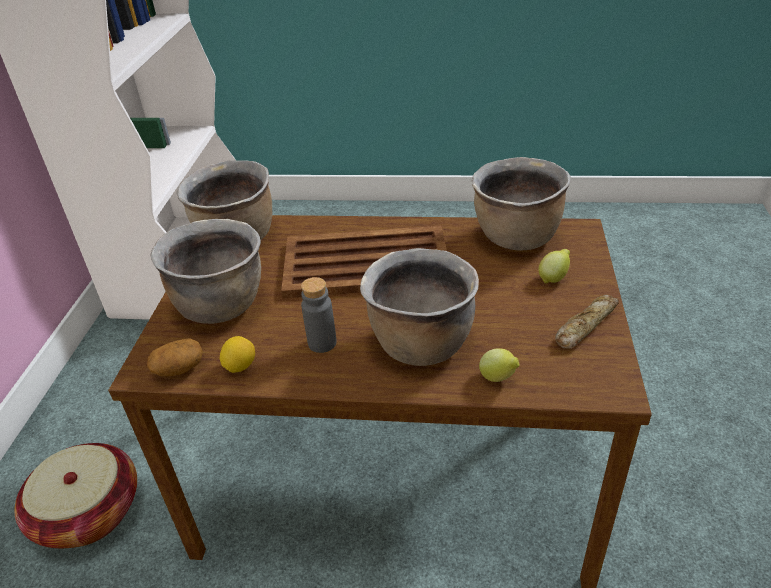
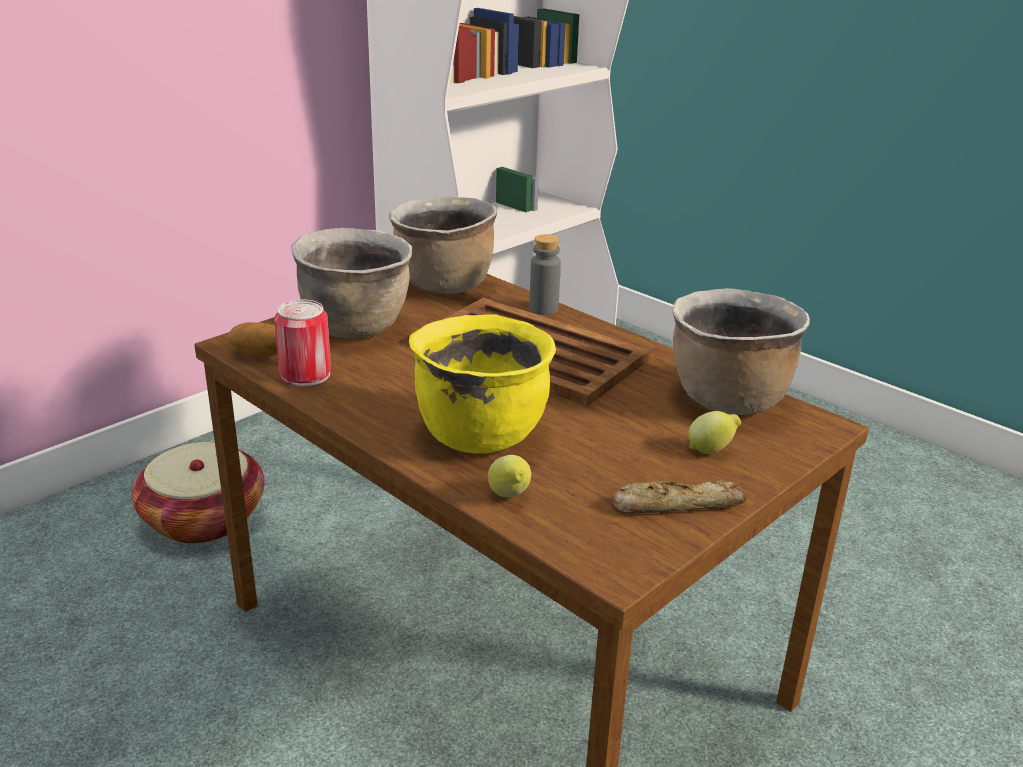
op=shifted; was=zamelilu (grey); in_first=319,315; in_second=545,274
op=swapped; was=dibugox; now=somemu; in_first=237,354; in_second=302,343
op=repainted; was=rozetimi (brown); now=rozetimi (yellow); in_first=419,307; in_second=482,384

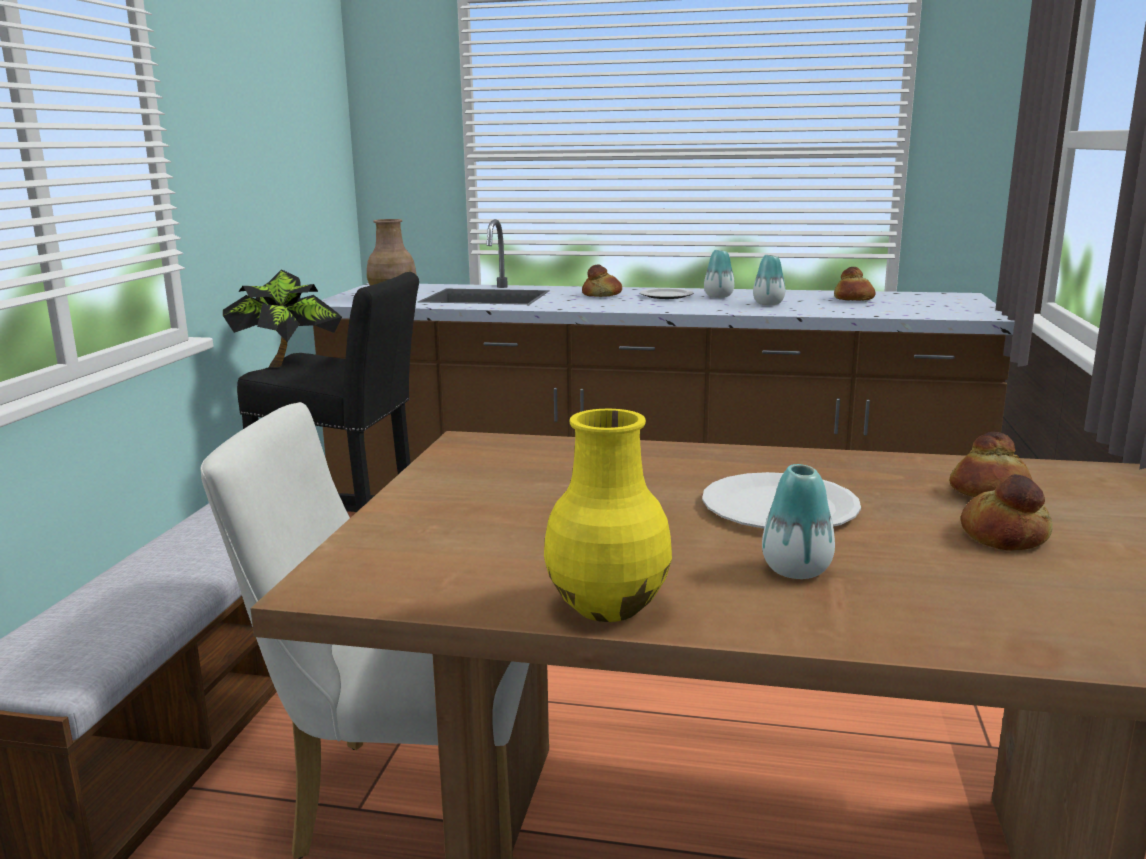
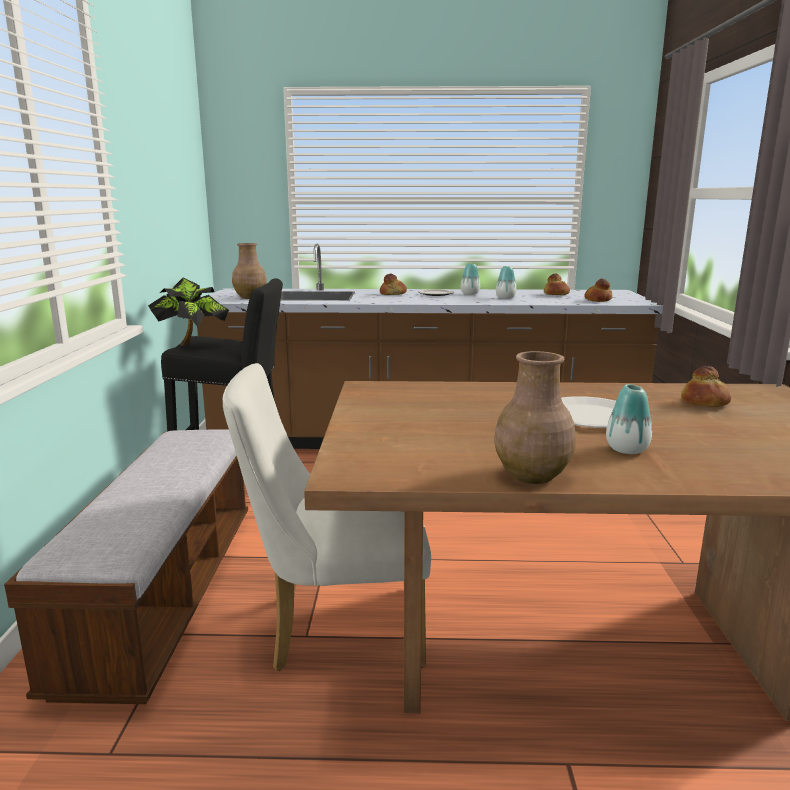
op=shifted; was=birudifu; in_first=1007,512; in_second=599,290
op=repainted; was=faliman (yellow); now=faliman (brown); in_first=608,515; in_second=535,417

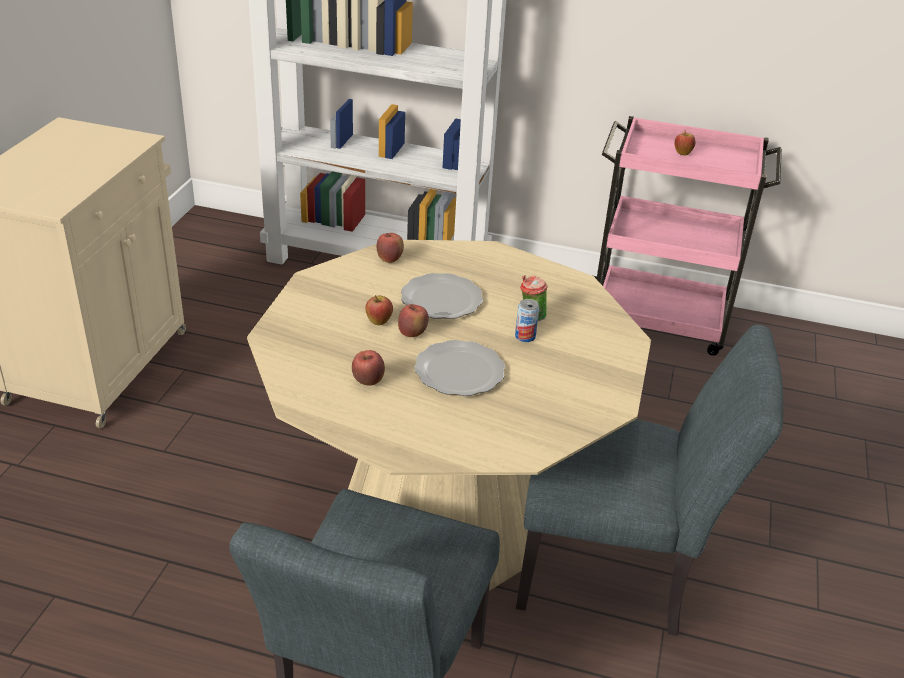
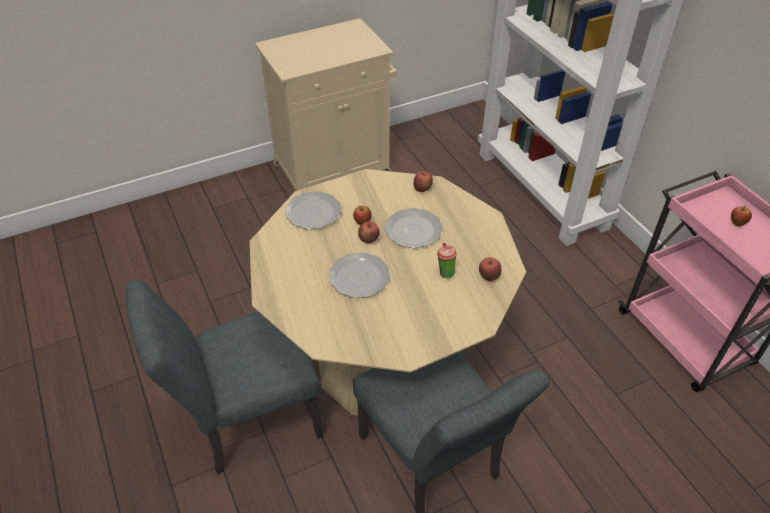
op=gone; was=somemu; in_first=527,320
op=new; now=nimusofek; in_second=313,210
op=shifted; was=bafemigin; in_first=368,367; in_second=490,269

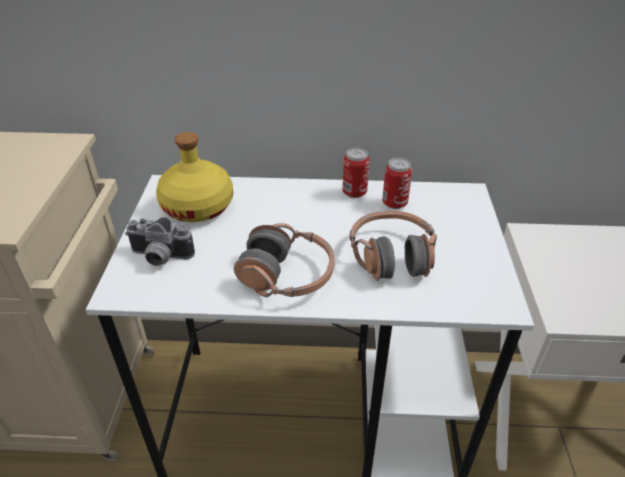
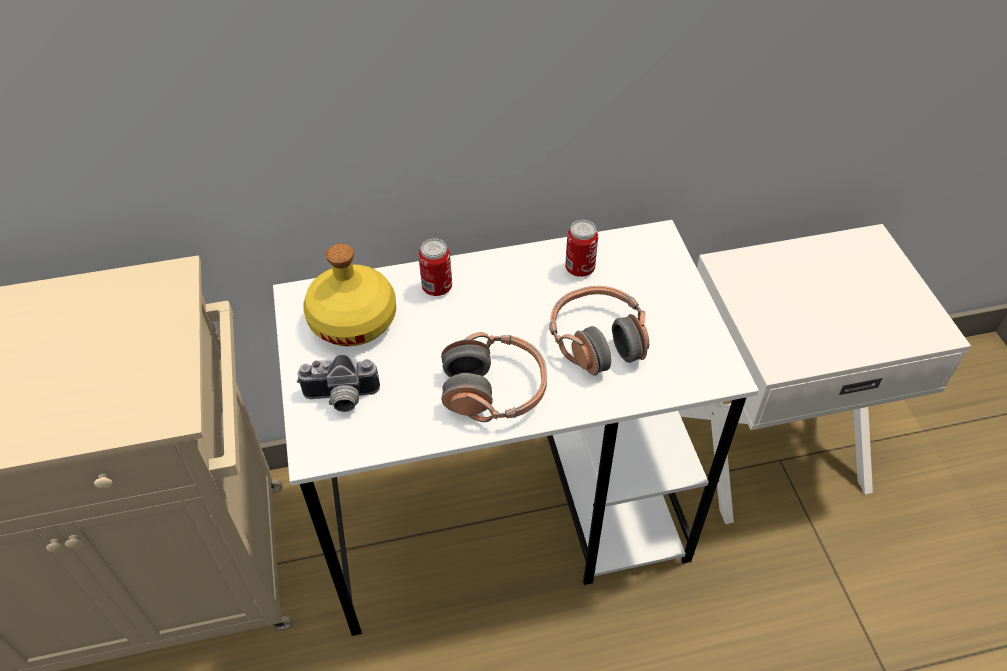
op=shifted; was=somemu; in_first=356,172; in_second=435,267

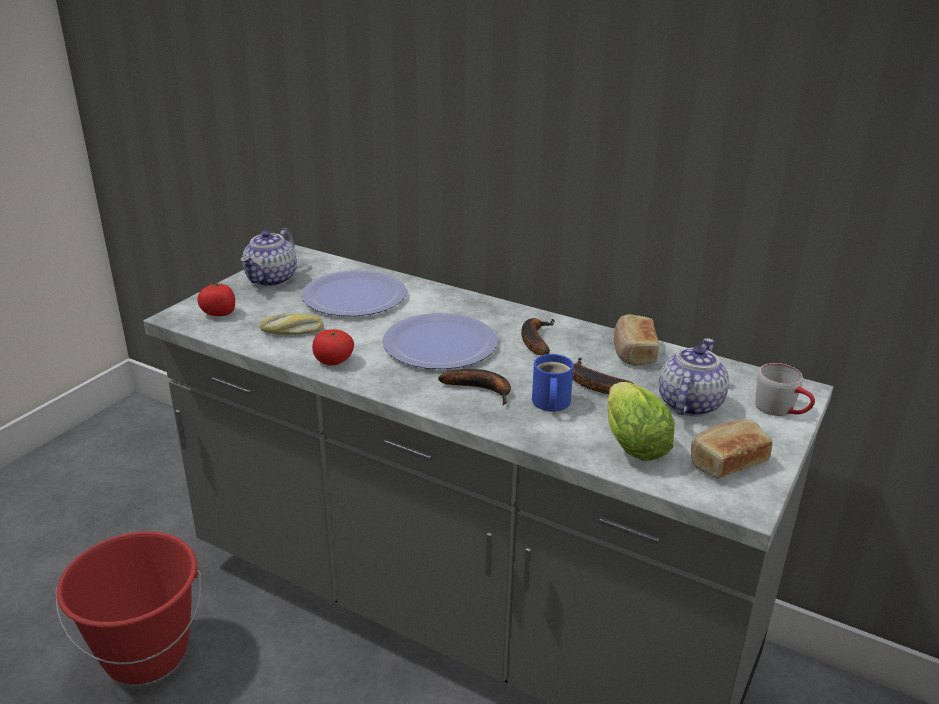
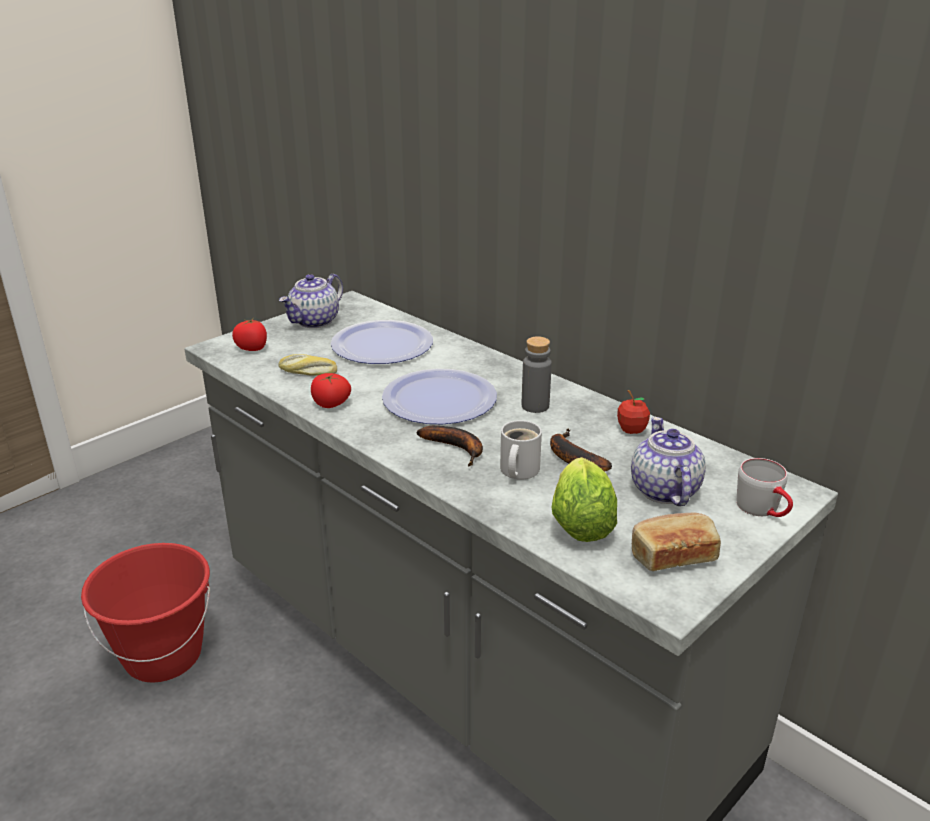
op=swapped; was=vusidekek; now=zamelilu (grey); in_first=537,336; in_second=537,374
op=swapped; was=birudifu; now=bafemigin; in_first=636,340; in_second=633,412
op=repainted; was=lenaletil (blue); now=lenaletil (white); in_first=553,383; in_second=521,450
op=rotated; was=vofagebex; in_first=694,377; in_second=668,461; clockwise=-45

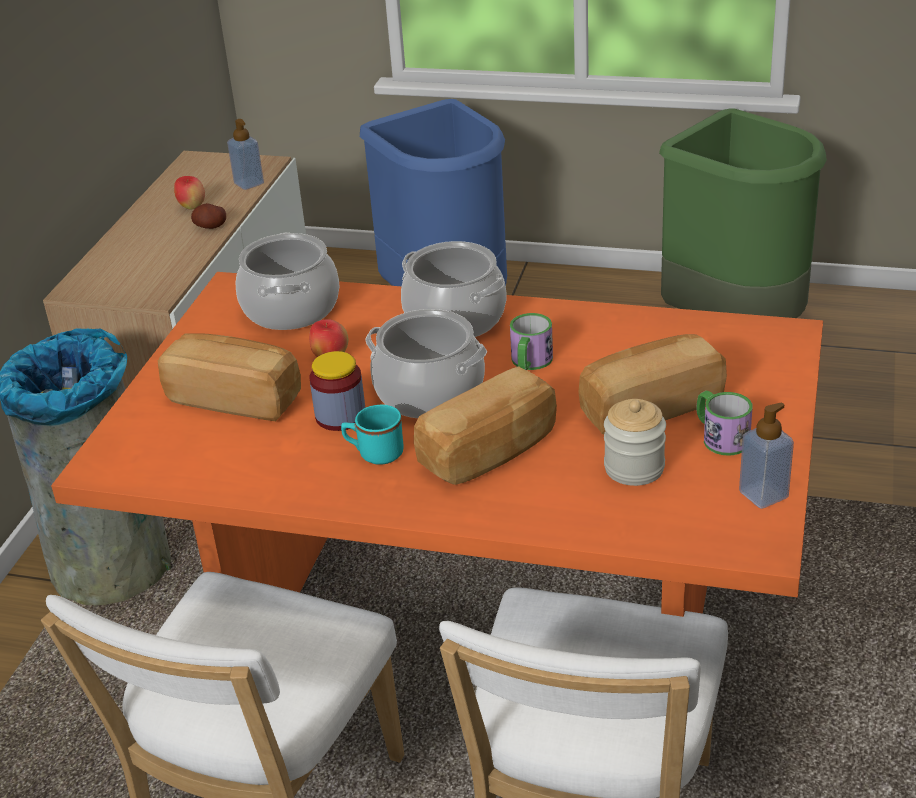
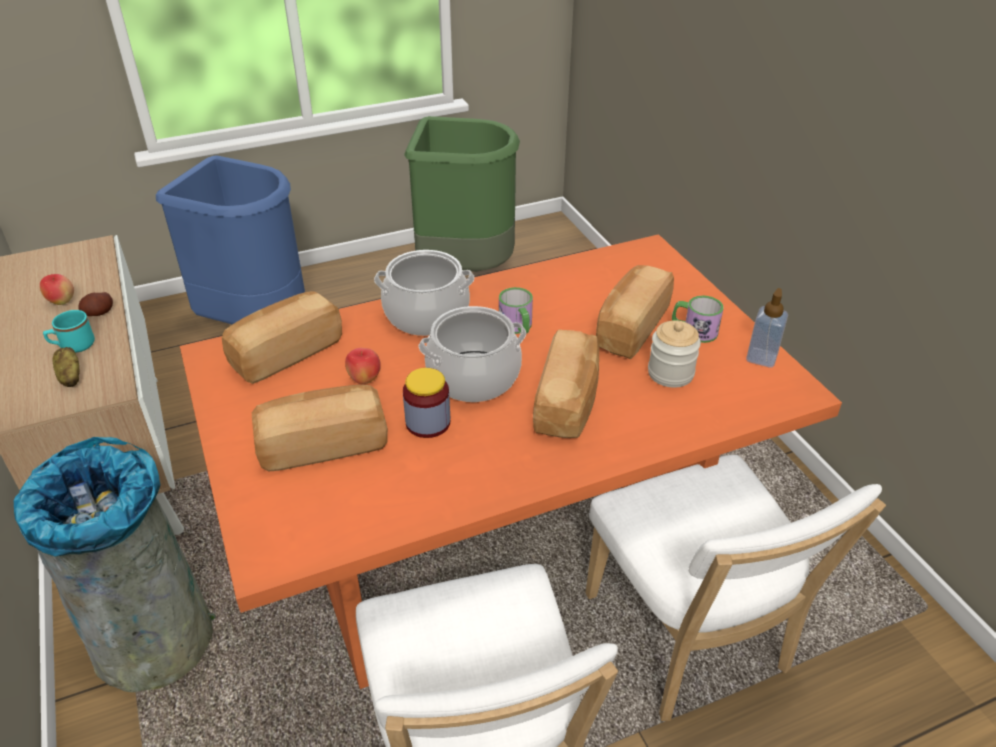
op=gone; was=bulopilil; in_first=245,154
op=new; now=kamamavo; in_second=66,367
op=shifted; was=lenaletil (turquoise); in_first=372,435; in_second=69,331
op=swapped; was=rozetimi; now=birudifu; in_first=288,281; in_second=282,337

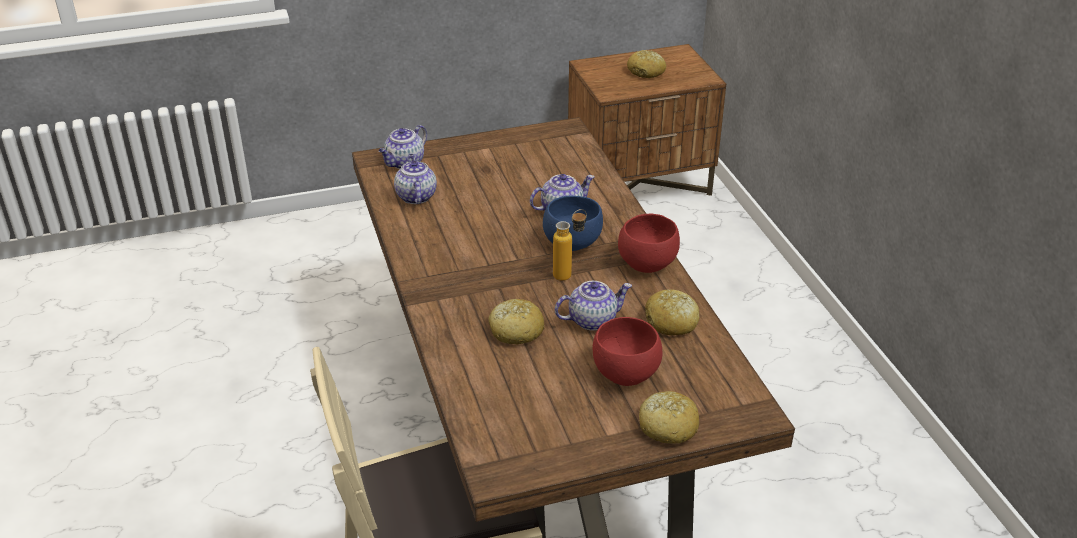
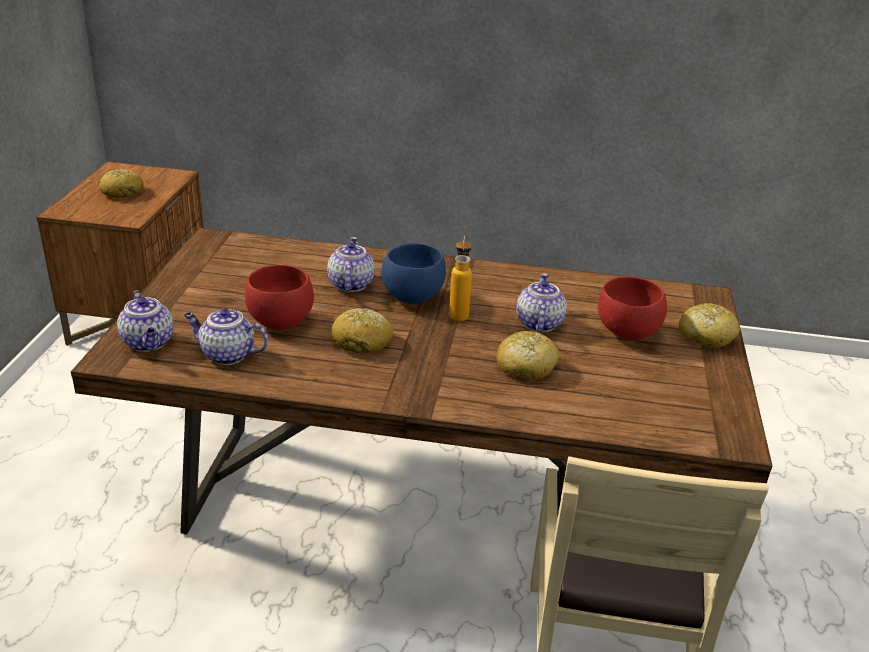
op=shifted; was=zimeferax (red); in_first=649,243; in_second=279,297
op=shifted; was=birudifu; in_first=672,312; in_second=362,331

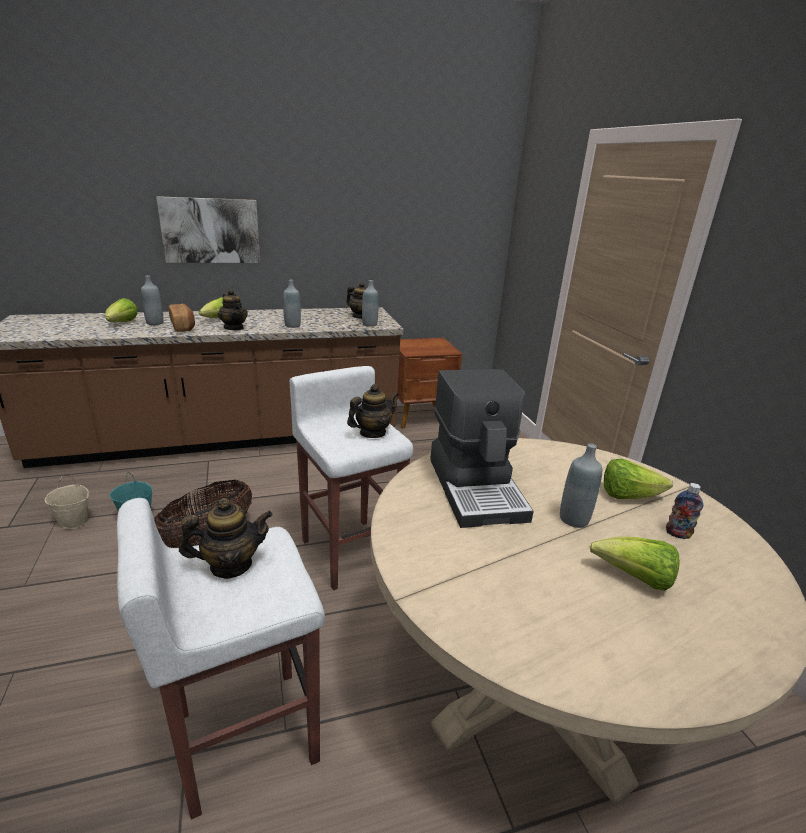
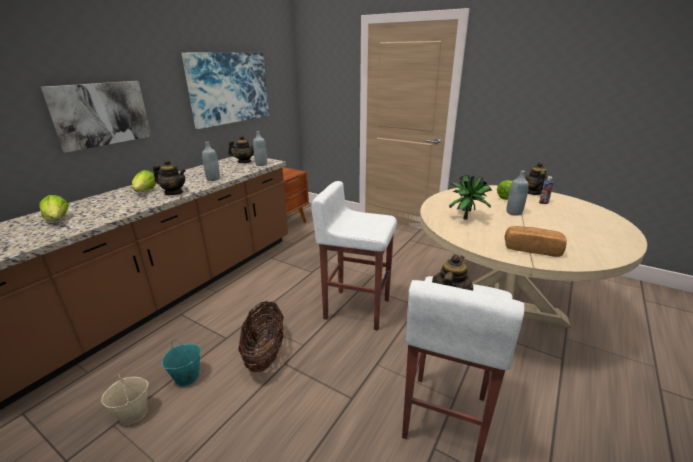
op=gone; was=zamelilu (grey); in_first=152,300
op=gone; was=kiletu; in_first=634,564
op=new; now=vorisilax; in_second=225,90
op=shifted; was=birudifu; in_first=182,318; in_second=535,241
op=shifted; was=vofagebex; in_first=372,411; in_second=536,178
op=swapped; was=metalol; now=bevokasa; in_first=482,448; in_second=470,197

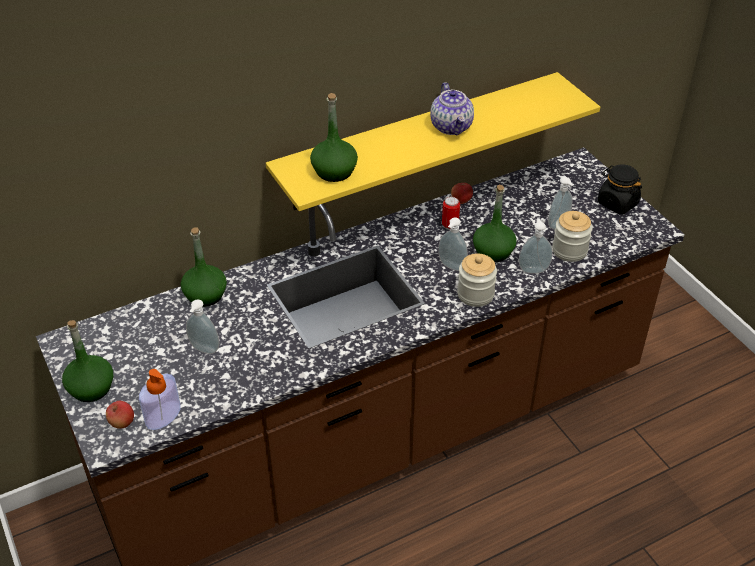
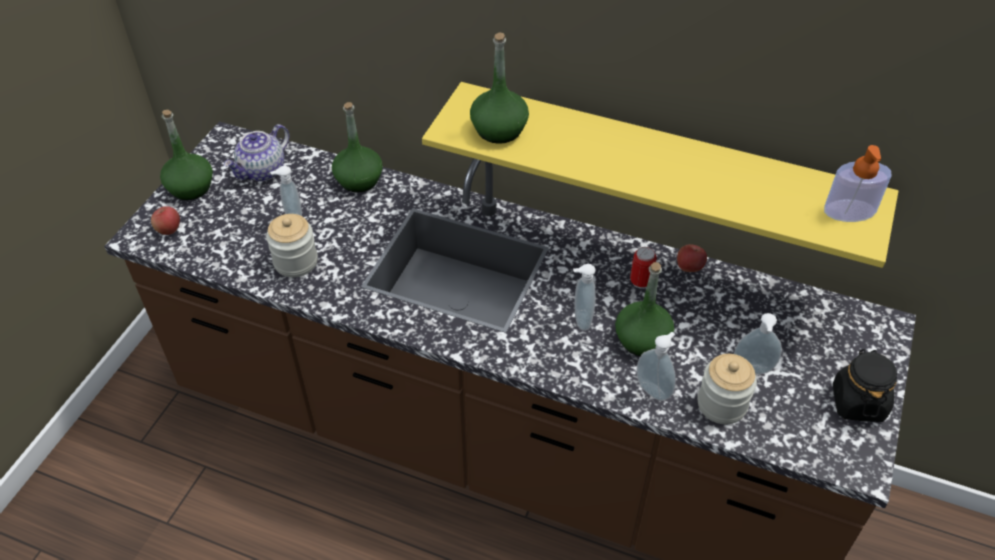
op=shifted; was=bulopilil; in_first=159,399; in_second=857,183
op=shifted; was=vofagebex; in_first=452,108; in_second=256,152
op=shifted; was=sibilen; in_first=477,280; in_second=292,245

